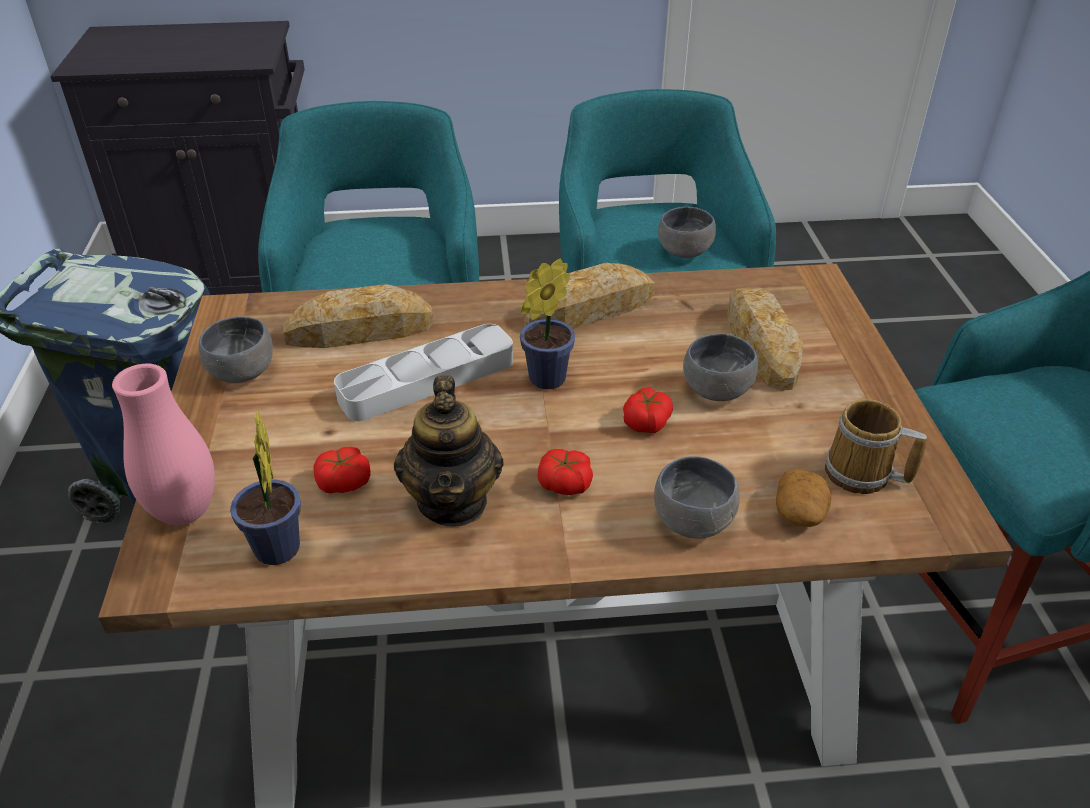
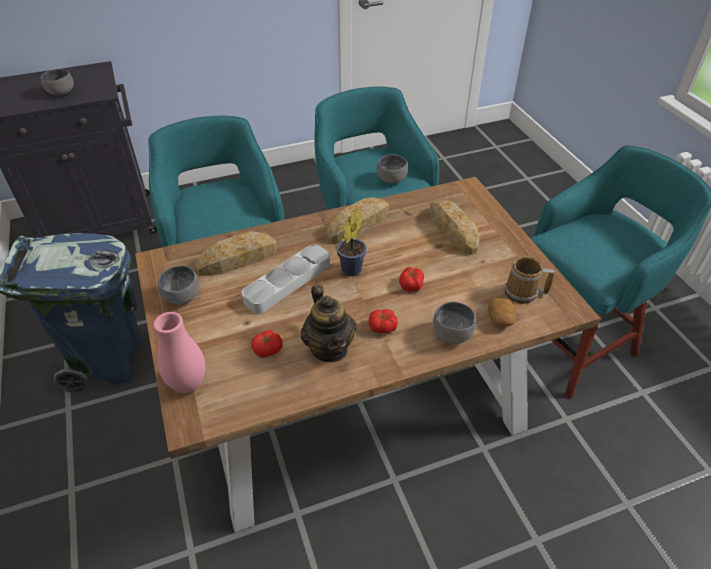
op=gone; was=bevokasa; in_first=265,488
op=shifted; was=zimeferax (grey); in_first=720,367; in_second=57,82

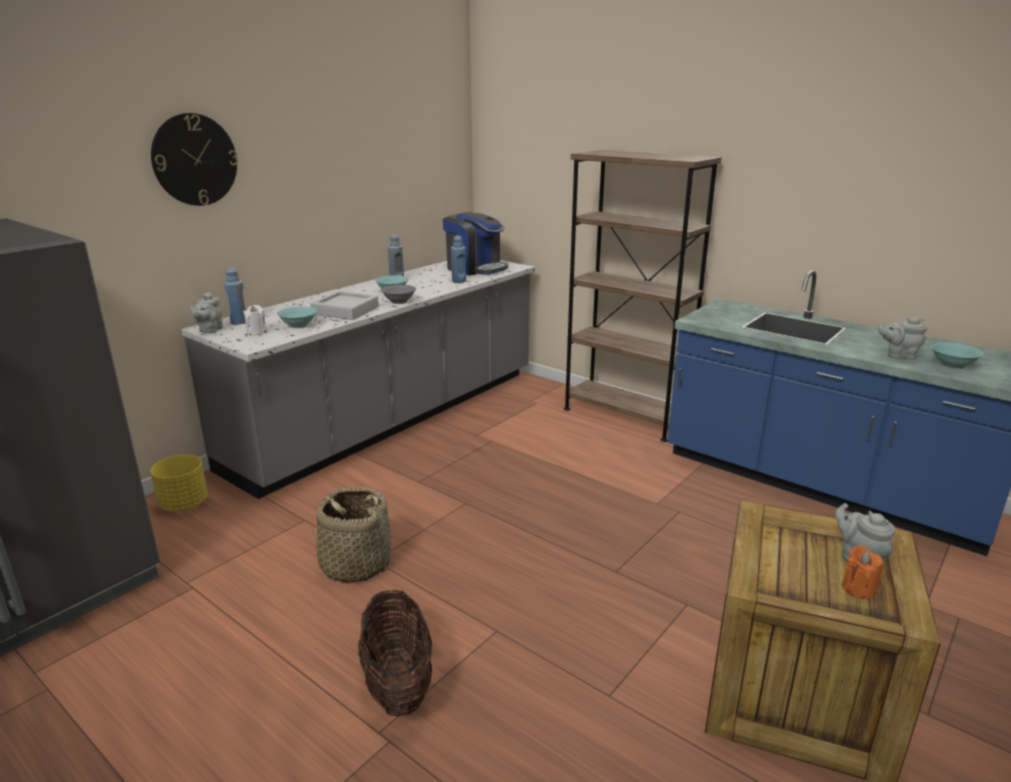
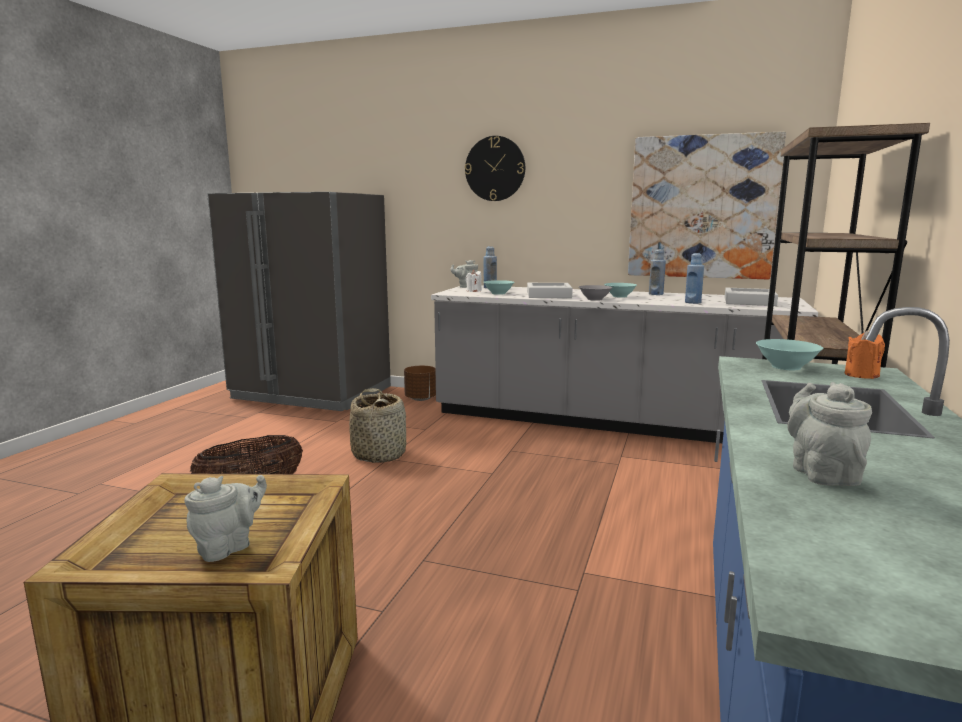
op=new; now=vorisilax; in_second=707,205
op=shifted; was=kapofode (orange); in_first=863,572; in_second=865,355
op=shifted; was=zimeferax (turquoise); in_first=957,355; in_second=789,354
op=swapped; was=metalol; now=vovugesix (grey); in_first=475,243; in_second=751,297
op=repainted; was=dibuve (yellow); now=dibuve (brown); in_first=179,483; in_second=420,383

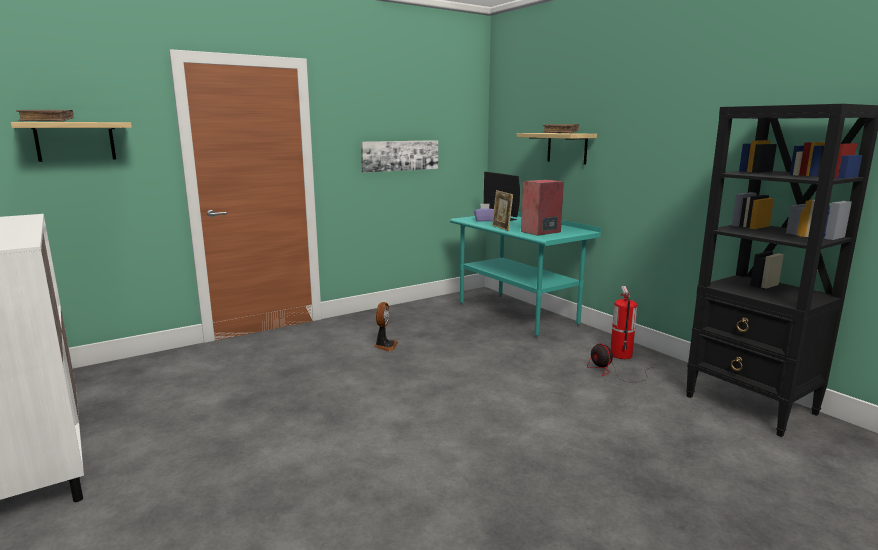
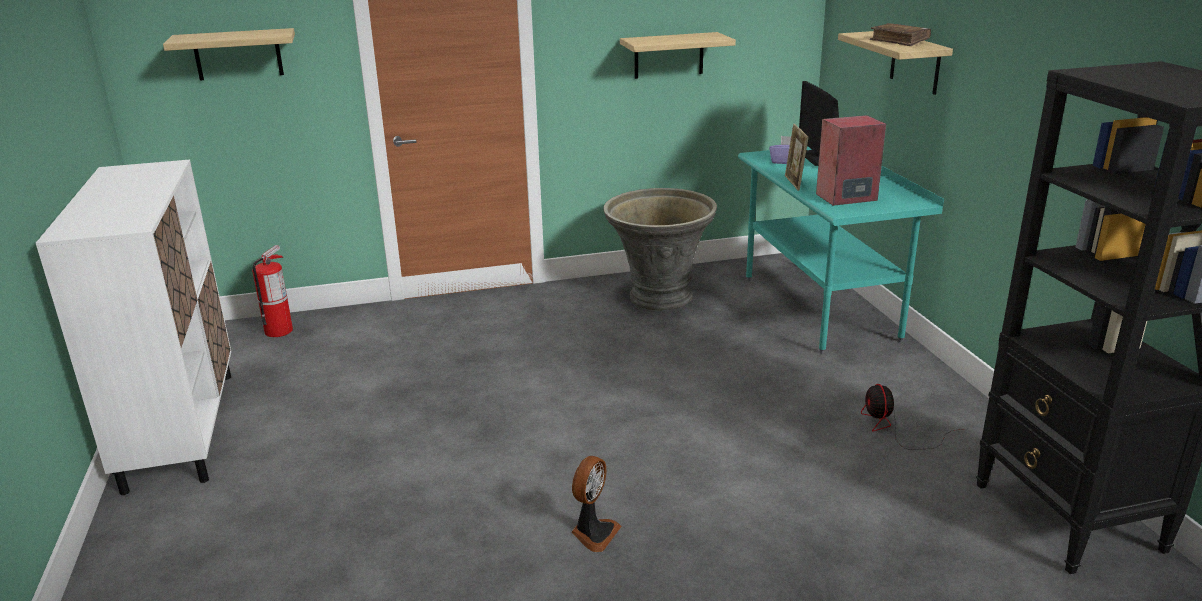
op=gone; was=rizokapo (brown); in_first=45,116
op=new; now=dibuve (grey); in_second=660,249
op=shifted; was=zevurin; in_first=386,326; in_second=596,504
op=shifted; was=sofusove; in_first=623,322; in_second=272,291
op=swapped; was=vorisilax; now=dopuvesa; in_first=399,156; in_second=678,55

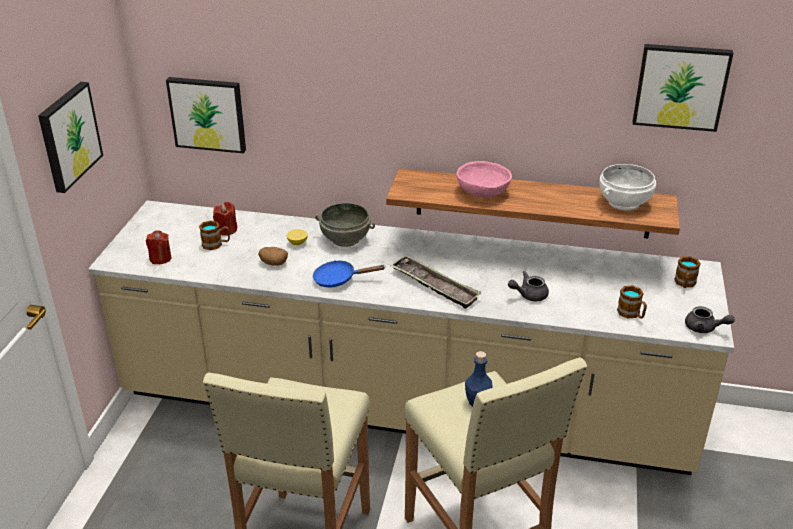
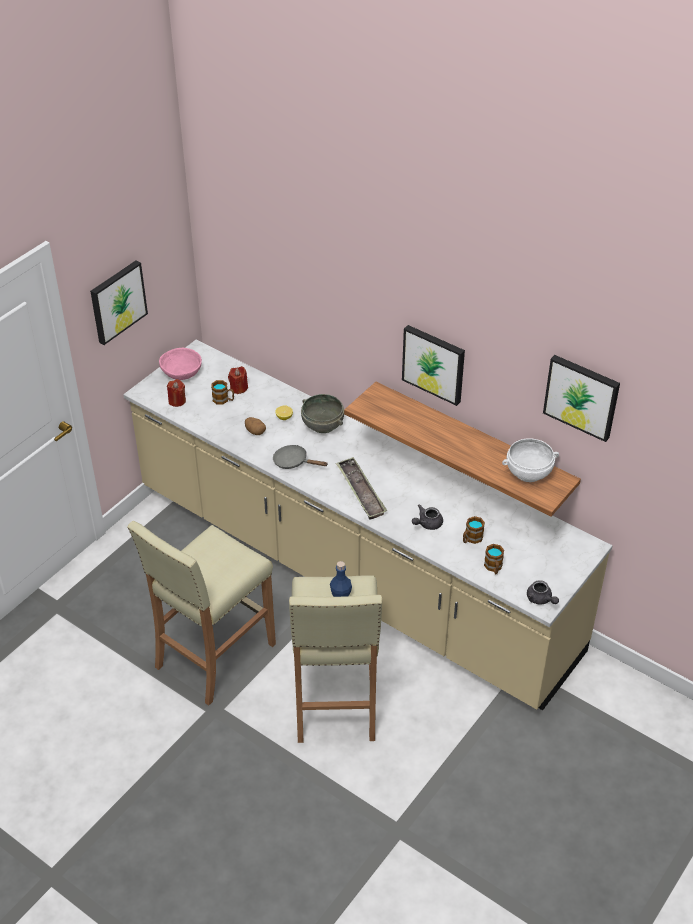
op=shifted; was=vorisilax; in_first=206,115; in_second=433,365
op=shifted; was=zimeferax (pink); in_first=484,179; in_second=180,364
op=shifted; was=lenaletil; in_first=687,272; in_second=474,530
op=repainted; was=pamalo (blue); now=pamalo (grey); in_first=349,274; in_second=300,457
op=rotated; was=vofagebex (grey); in_first=528,286; in_second=427,517; clockwise=-45

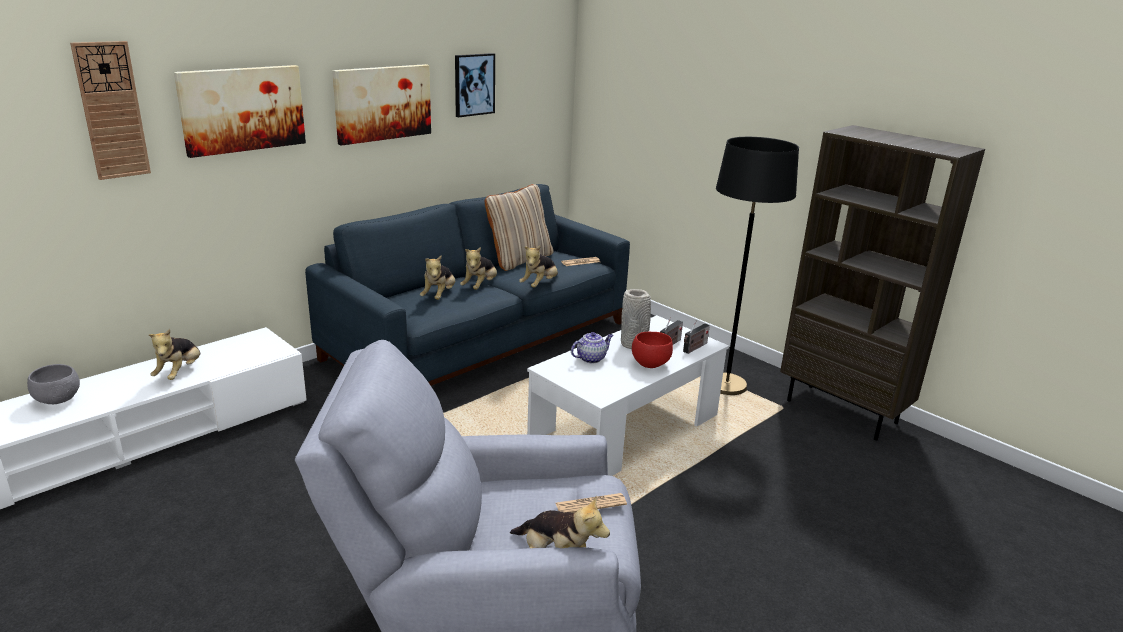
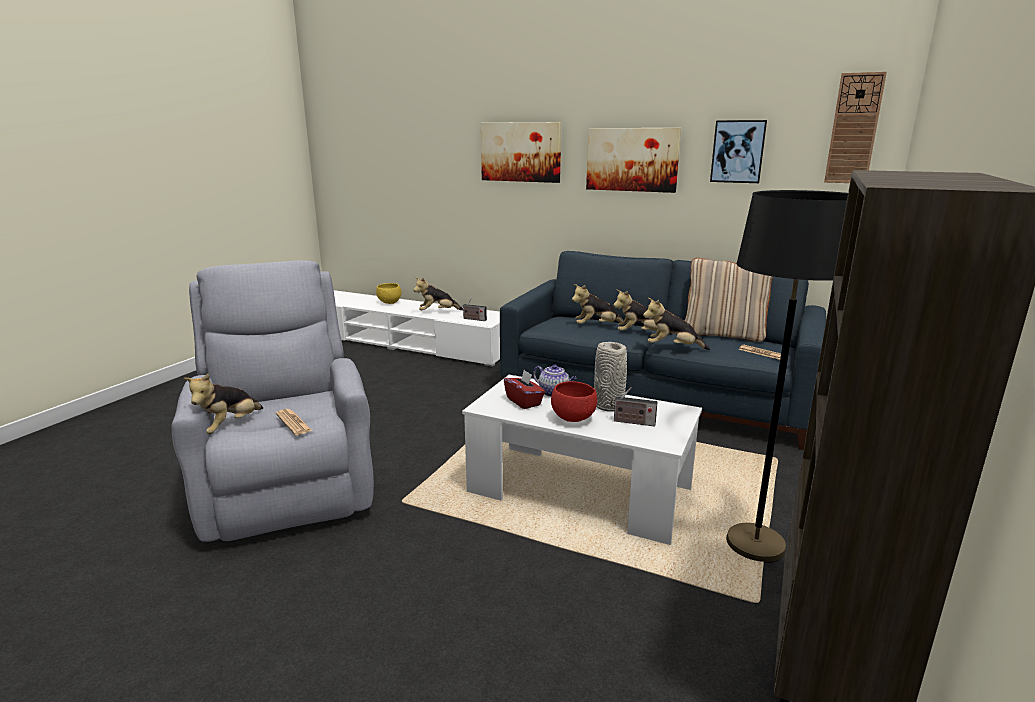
op=new; now=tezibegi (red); in_second=524,389
op=shifted; was=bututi; in_first=110,110; in_second=855,127
op=shifted; was=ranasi; in_first=696,337; in_second=474,309
op=repainted; was=zimeferax (grey); now=zimeferax (yellow); in_first=53,384; in_second=388,293

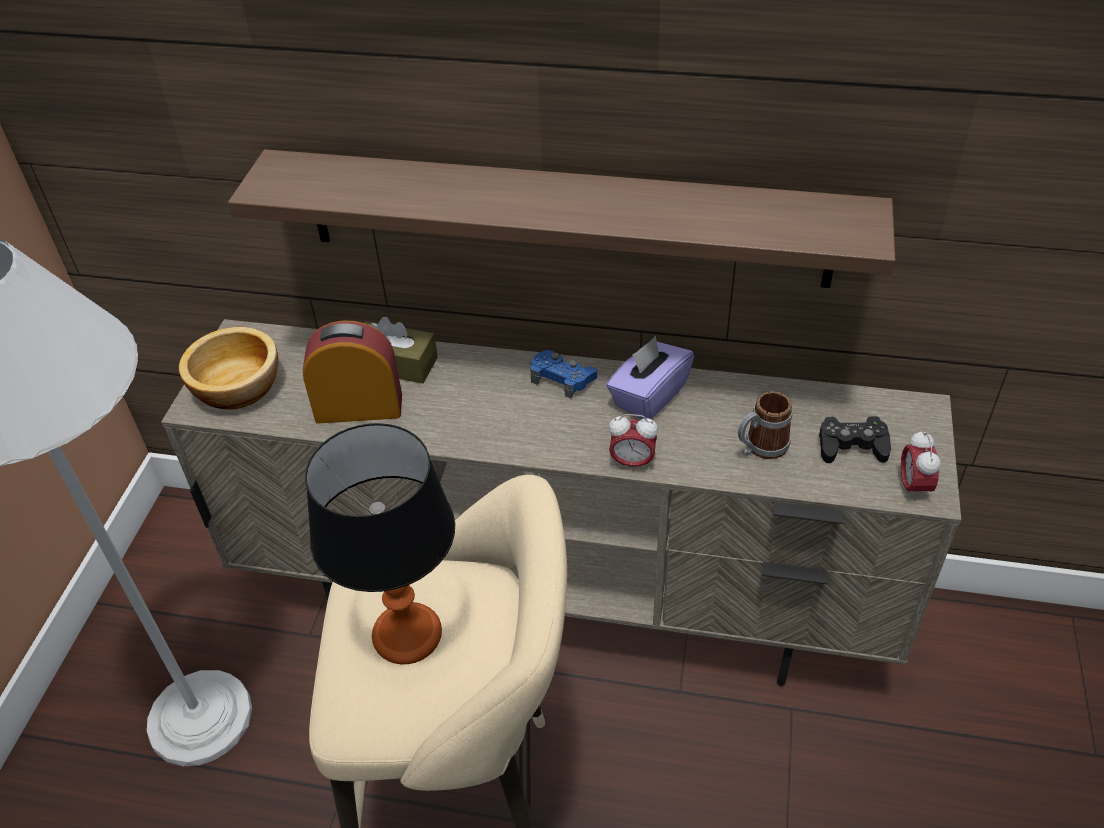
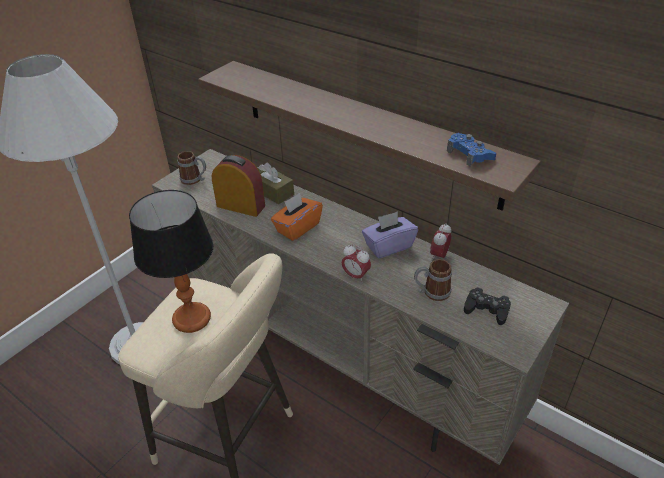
op=new; now=tezibegi (orange); in_second=297,217
op=shifted; was=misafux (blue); in_first=563,374; in_second=471,149
op=shifted; was=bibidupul; in_first=921,465; in_second=440,242
op=swapped; was=zimeferax; now=lenaletil; in_first=228,368; in_second=191,168

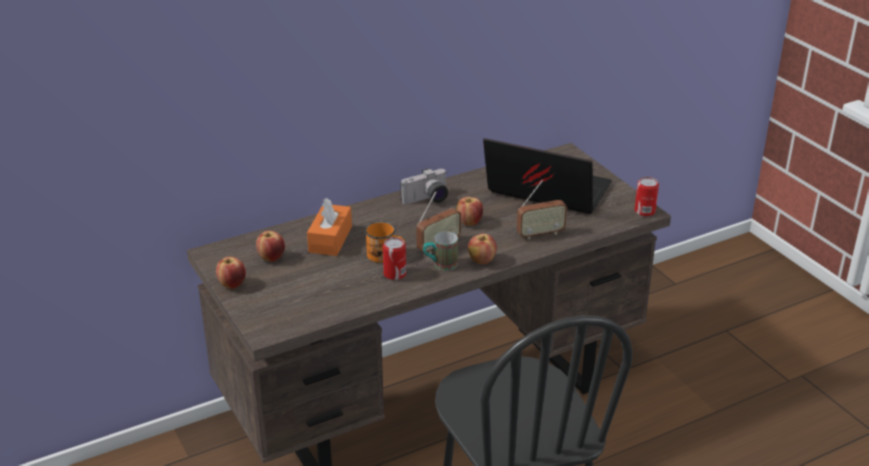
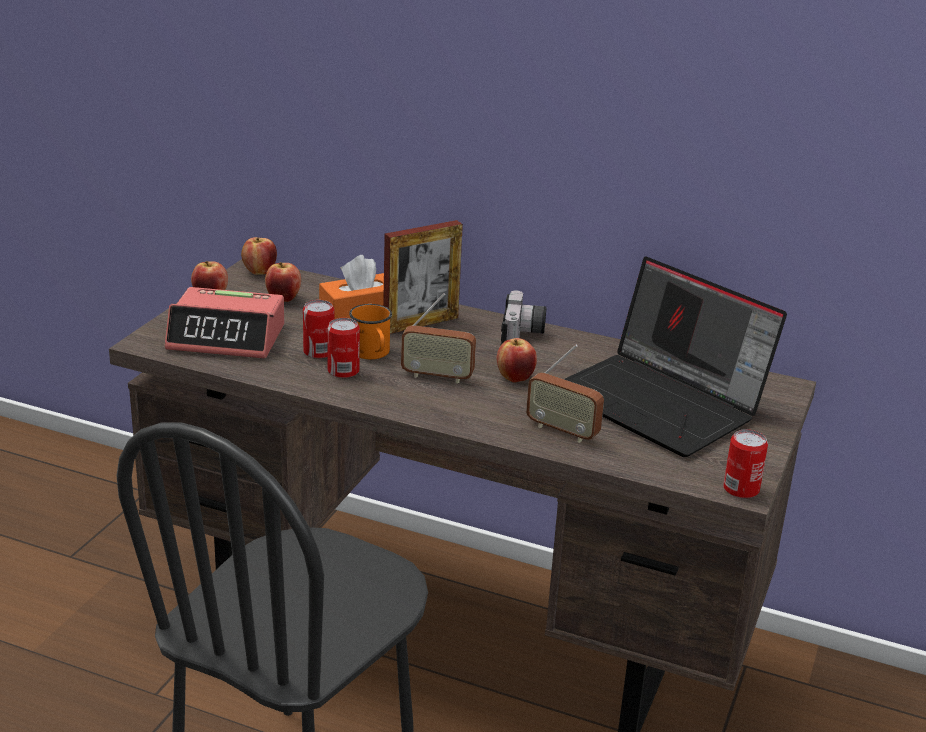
op=gone; was=lenaletil; in_first=440,250
op=new; now=bibidupul; in_second=224,323
op=new; now=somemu; in_second=318,329
op=new; now=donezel; in_second=423,277
op=shifted; was=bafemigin; in_first=482,248; in_second=259,256
op=rotated; was=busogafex; in_first=424,186; in_second=523,318; clockwise=-105
op=rotated; was=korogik; in_first=547,176; in_second=675,356; clockwise=150

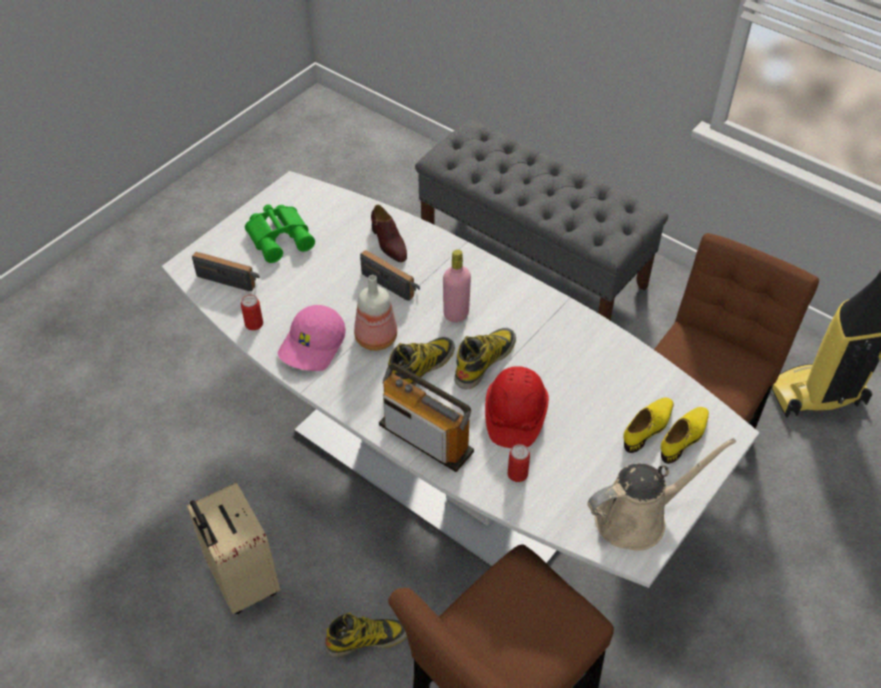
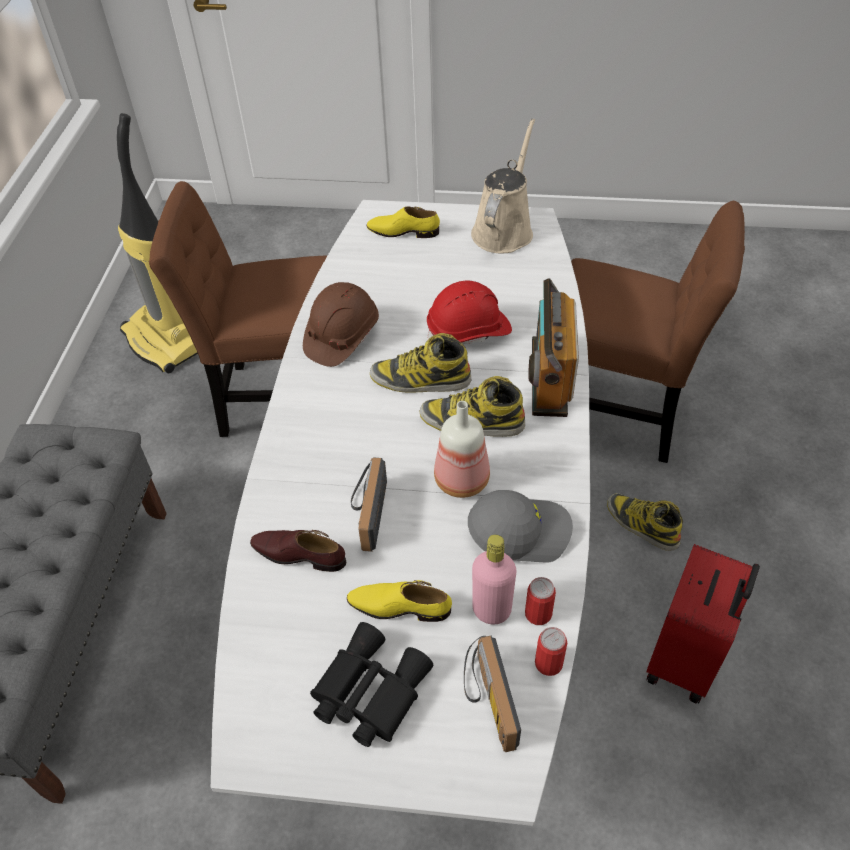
op=new; now=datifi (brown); in_second=341,324
op=shifted; was=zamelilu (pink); in_first=457,286; in_second=494,579
op=shifted; was=somemu; in_first=518,463; in_second=551,651
op=shifted; was=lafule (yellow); in_first=648,425; in_second=399,601
op=repainted; was=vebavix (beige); now=vebavix (red); in_first=233,548; in_second=703,624
op=repainted; was=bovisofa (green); now=bovisofa (black); in_first=280,233; in_second=371,684
op=repainted; was=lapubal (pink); now=lapubal (grey); in_first=312,338; in_second=520,526
op=rotated; was=lafule (brown); in_first=389,233; in_second=298,551; clockwise=-105
op=rotated; was=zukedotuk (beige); in_first=661,494; in_second=503,186; clockwise=75

